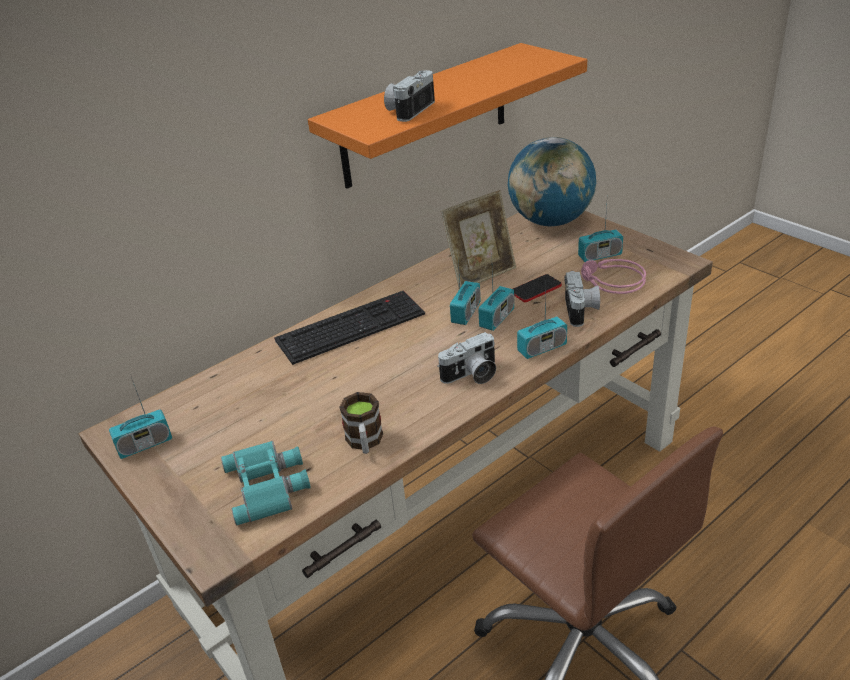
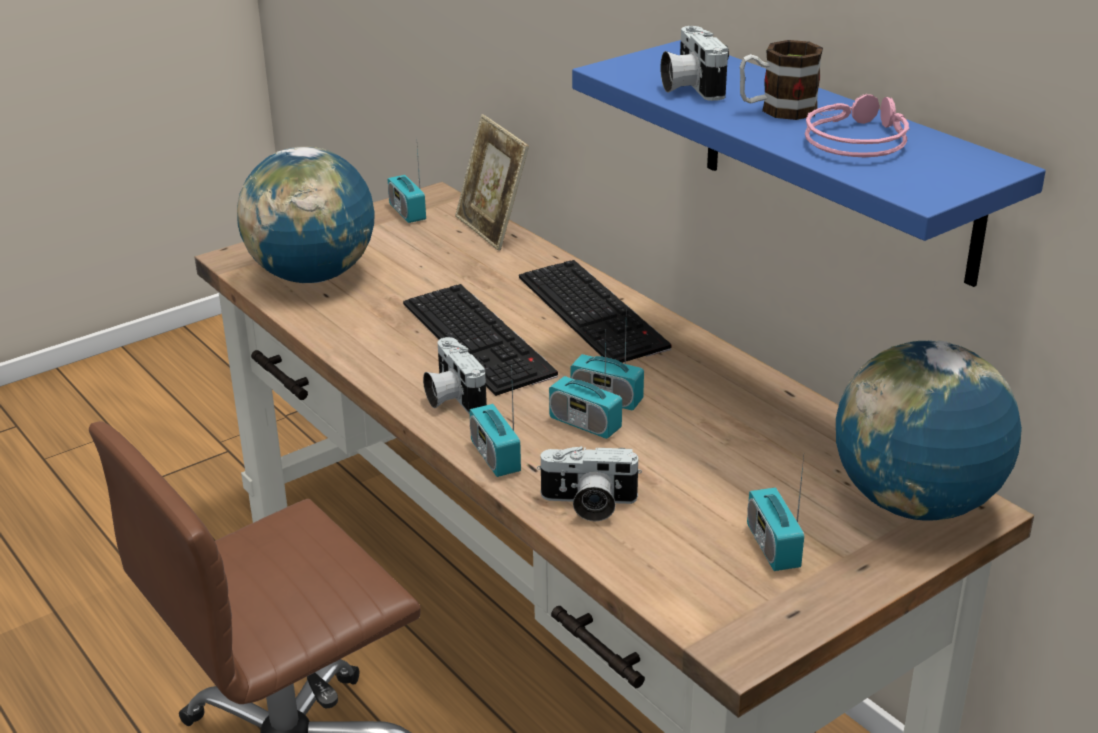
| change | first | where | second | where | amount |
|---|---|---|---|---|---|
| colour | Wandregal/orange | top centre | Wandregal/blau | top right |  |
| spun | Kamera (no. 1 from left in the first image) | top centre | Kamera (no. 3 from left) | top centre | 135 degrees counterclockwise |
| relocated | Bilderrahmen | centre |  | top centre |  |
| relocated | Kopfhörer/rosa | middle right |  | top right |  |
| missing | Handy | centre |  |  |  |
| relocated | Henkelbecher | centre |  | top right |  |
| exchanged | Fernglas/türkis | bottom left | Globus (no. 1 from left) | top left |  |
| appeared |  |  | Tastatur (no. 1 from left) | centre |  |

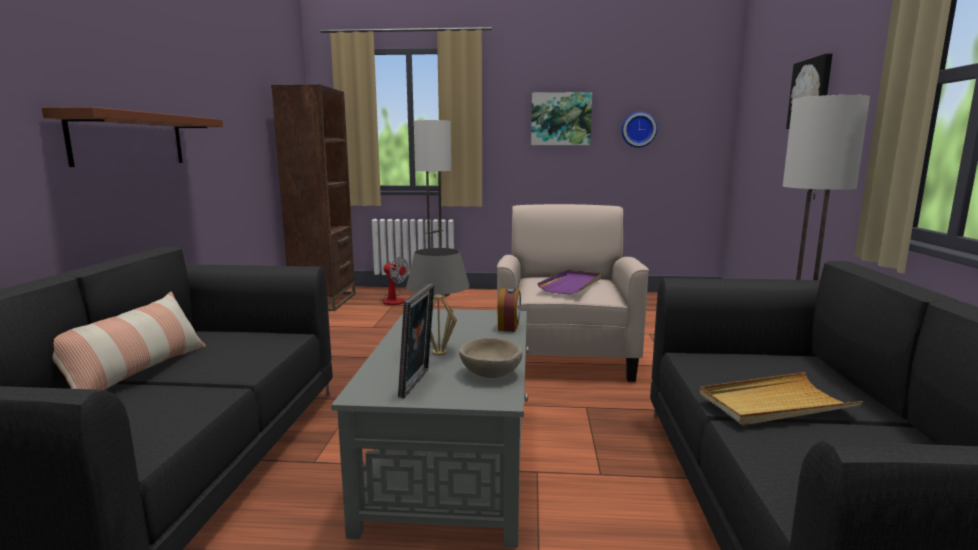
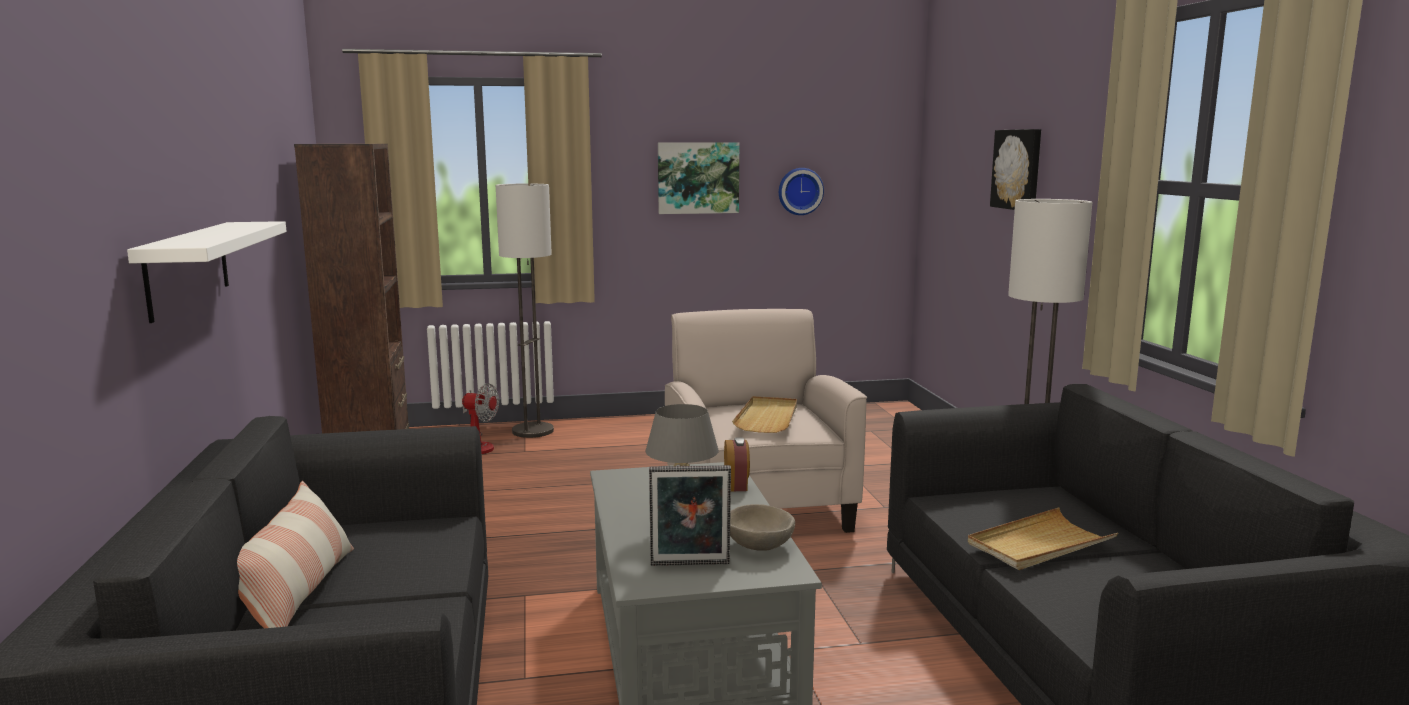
| change | first | where | second | where | amount |
|---|---|---|---|---|---|
| colour | Wandregal/braun | top left | Wandregal/weiß | middle left |  |
| colour | Tablett/lila | centre | Tablett/beige (no. 1 from left) | centre |  |
| spun | Bilderrahmen | centre |  | bottom centre | 90 degrees clockwise |

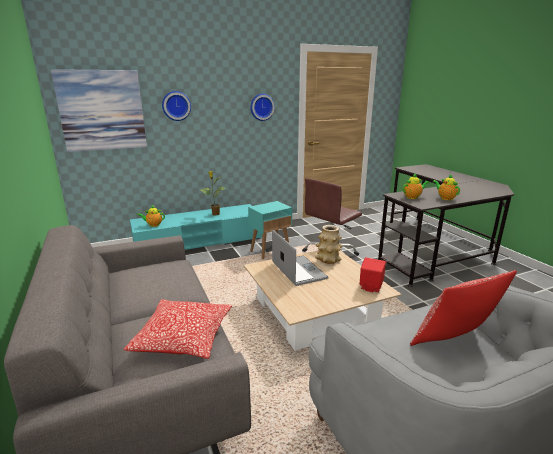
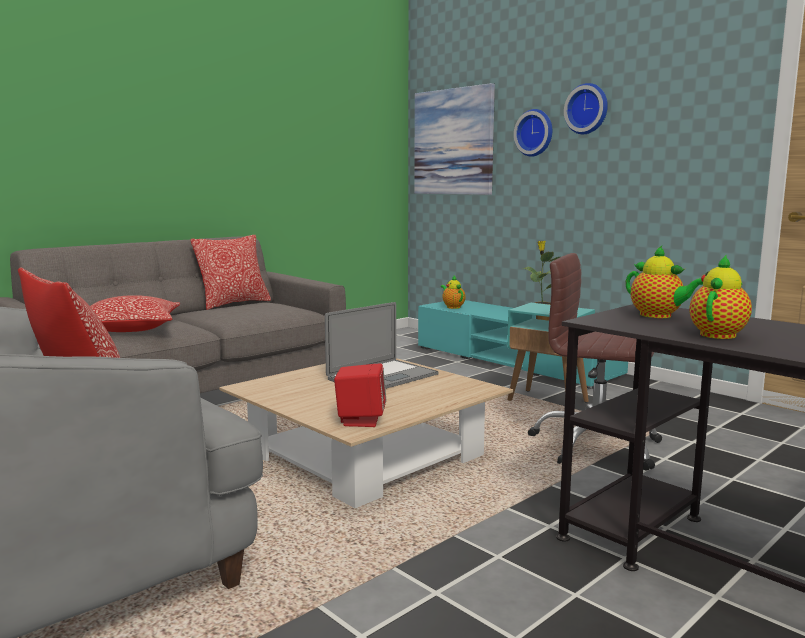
| change | first | where | second | where | amount |
|---|---|---|---|---|---|
| relocated | Wanduhr (no. 2 from left) | top centre |  | top right |  |
| missing | Vase | centre |  |  |  |
| appeared |  |  | Kissen (no. 3 from left) | middle left |  |

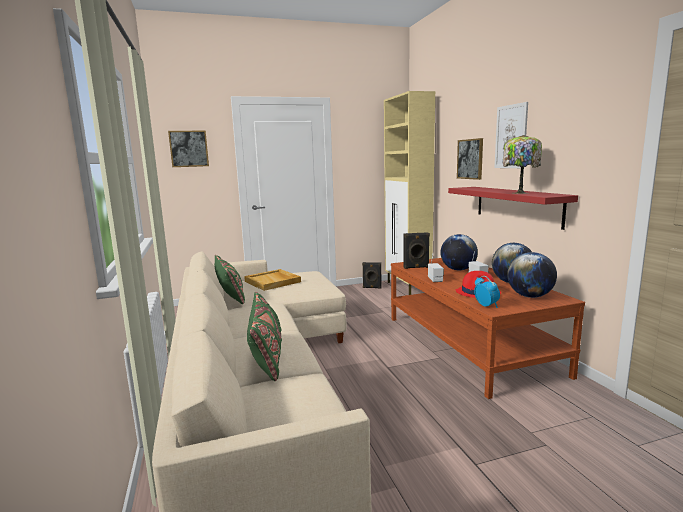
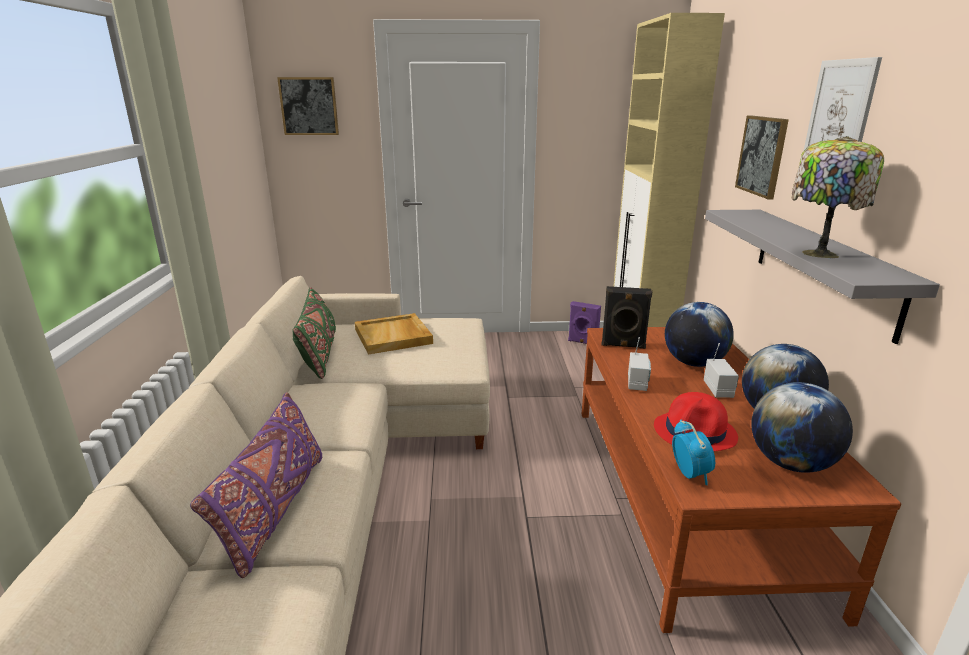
| change | first | where | second | where | amount |
|---|---|---|---|---|---|
| colour | Wandregal/rot | middle right | Wandregal/grau | middle right |  |
| colour | Lautsprecher/schwarz (no. 1 from left) | centre | Lautsprecher/lila | centre |  |
| colour | Kissen/grün (no. 2 from left) | centre | Kissen/lila | bottom left |  |

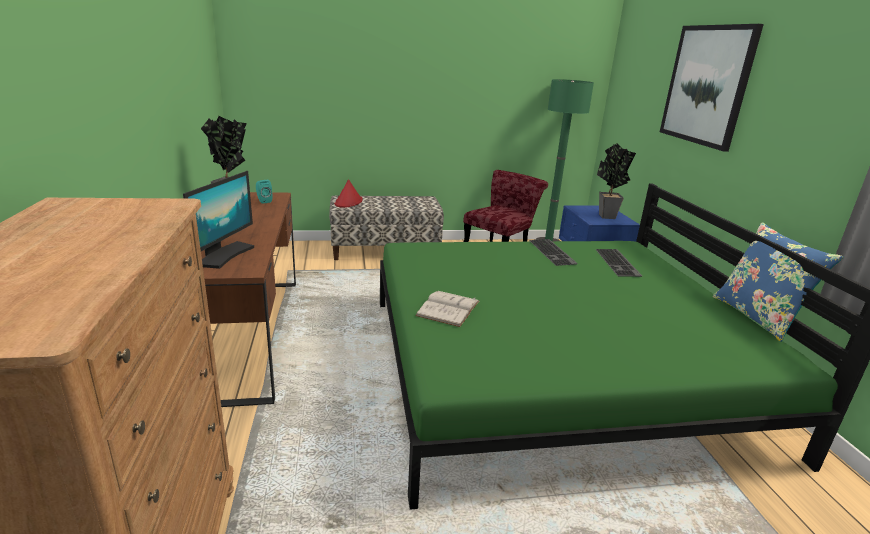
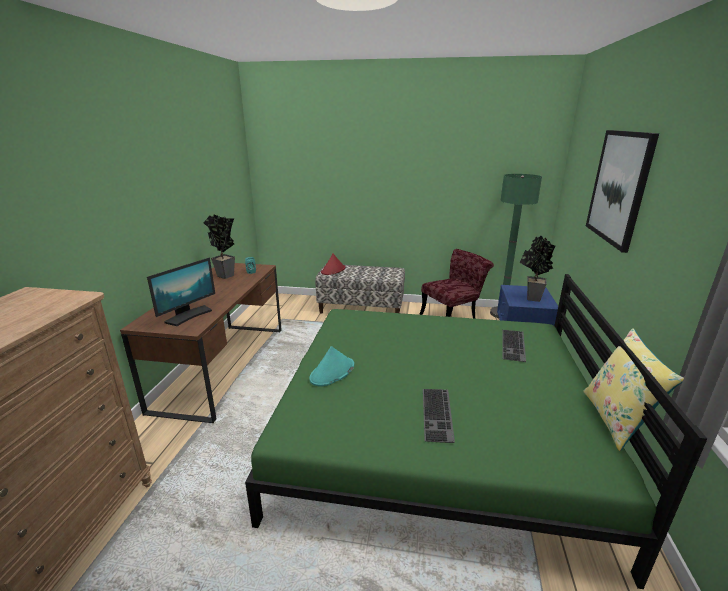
| change | first | where | second | where | amount |
|---|---|---|---|---|---|
| colour | Kissen/blau | middle right | Kissen/gelb | middle right |  |
| relocated | Tastatur (no. 1 from left) | centre |  | bottom centre |  |
| exchanged | Buch/weiß | centre | Hut/türkis | centre |  |

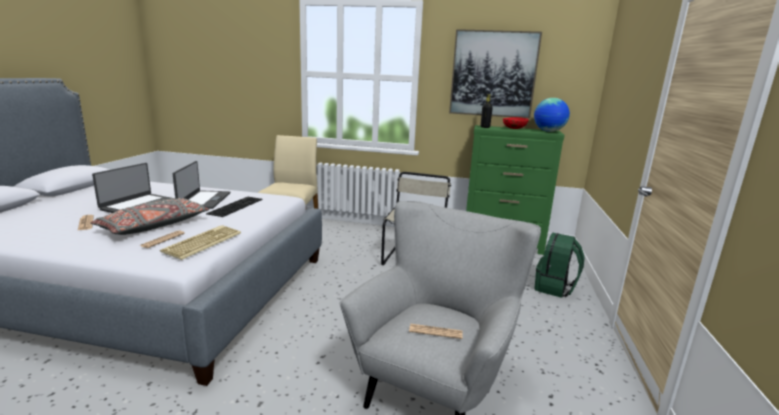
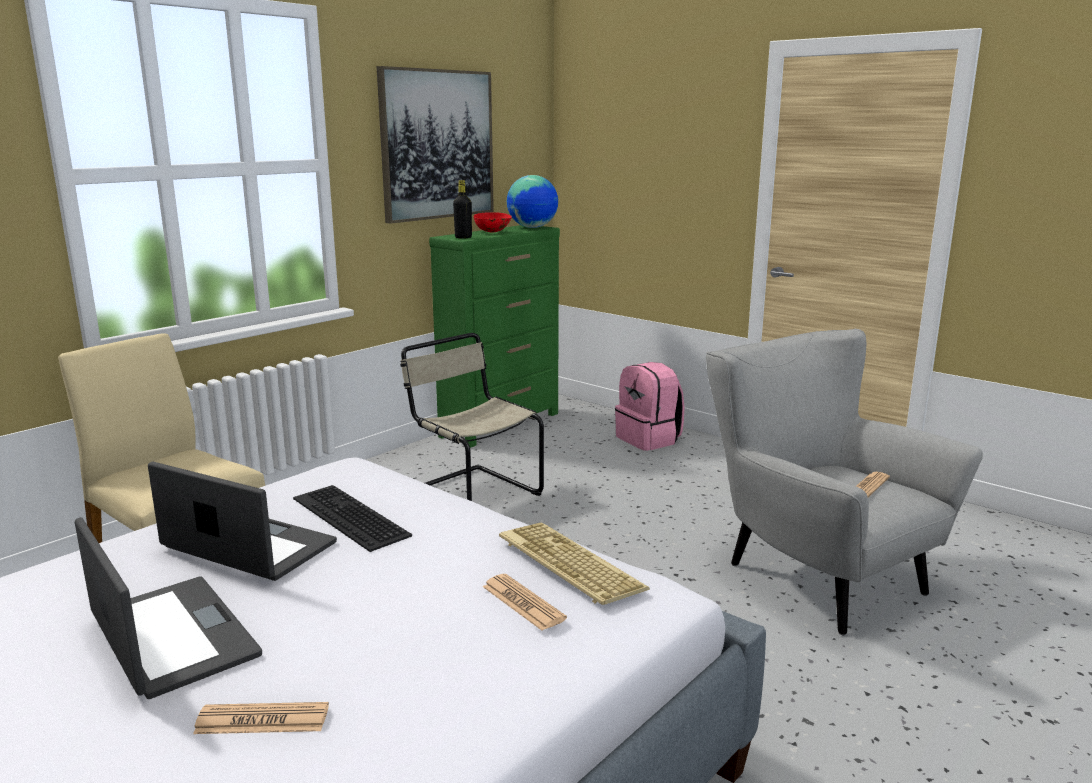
| change | first | where | second | where | amount |
|---|---|---|---|---|---|
| missing | Kissen/grau | middle left |  |  |  |
| colour | Rucksack/grün | middle right | Rucksack/rosa | centre |  |

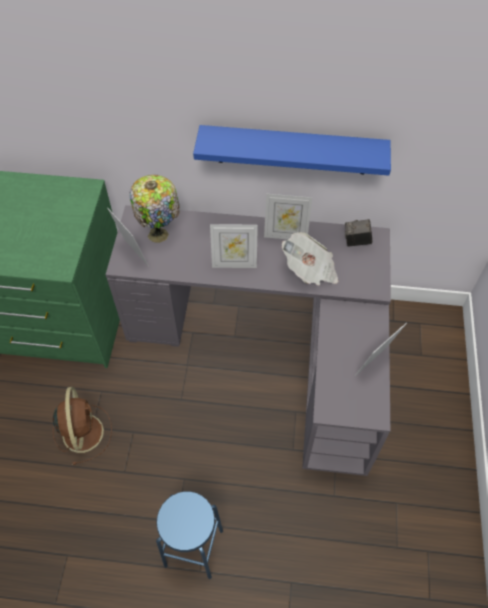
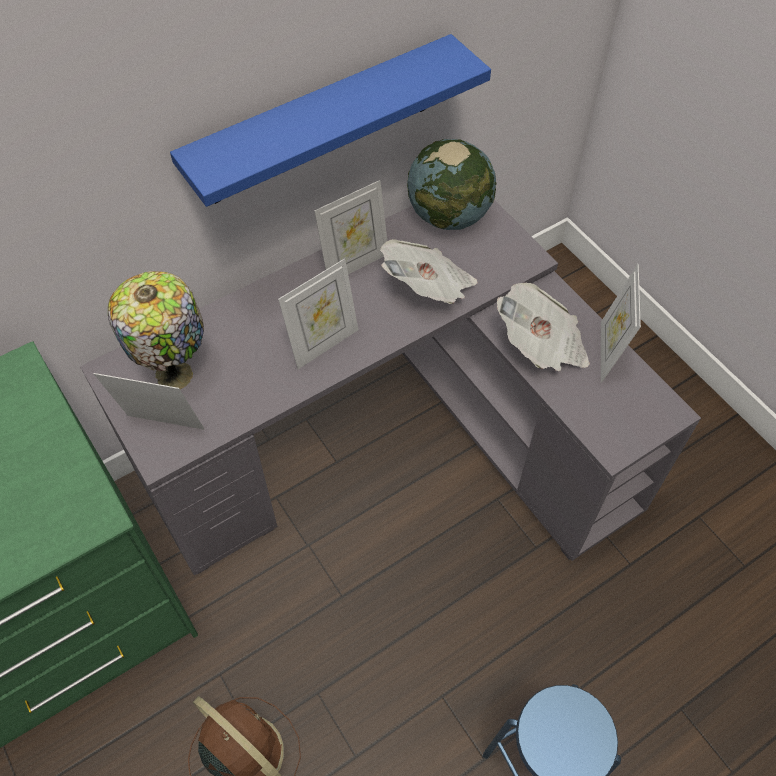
| change | first | where | second | where | amount |
|---|---|---|---|---|---|
| exchanged | Kamera | middle right | Globus | top centre |  |
| appeared |  |  | Zeitung (no. 2 from left) | middle right |  |

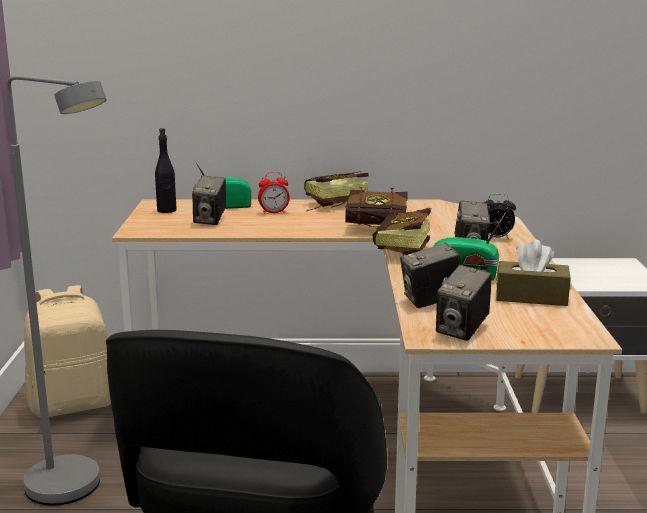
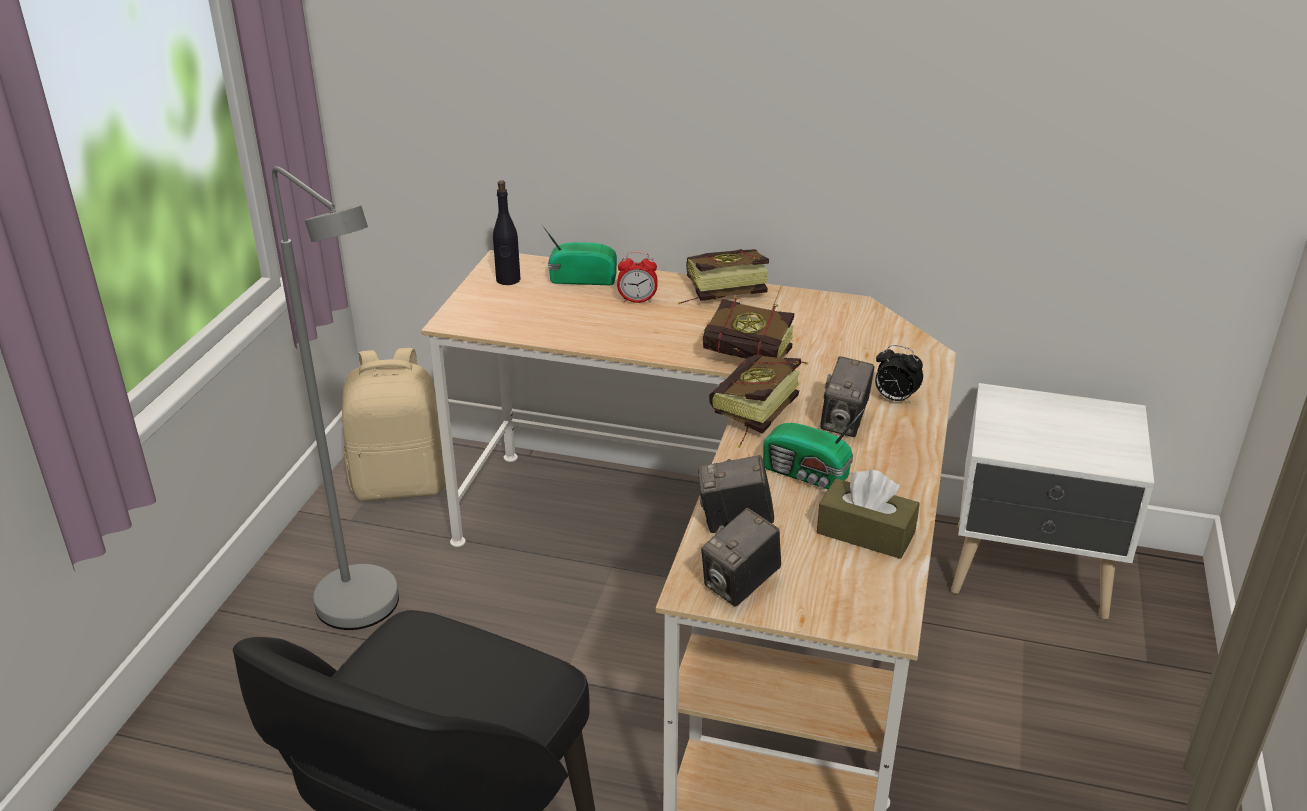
| change | first | where | second | where | amount |
|---|---|---|---|---|---|
| missing | Kamera (no. 1 from left) | middle left |  |  |  |

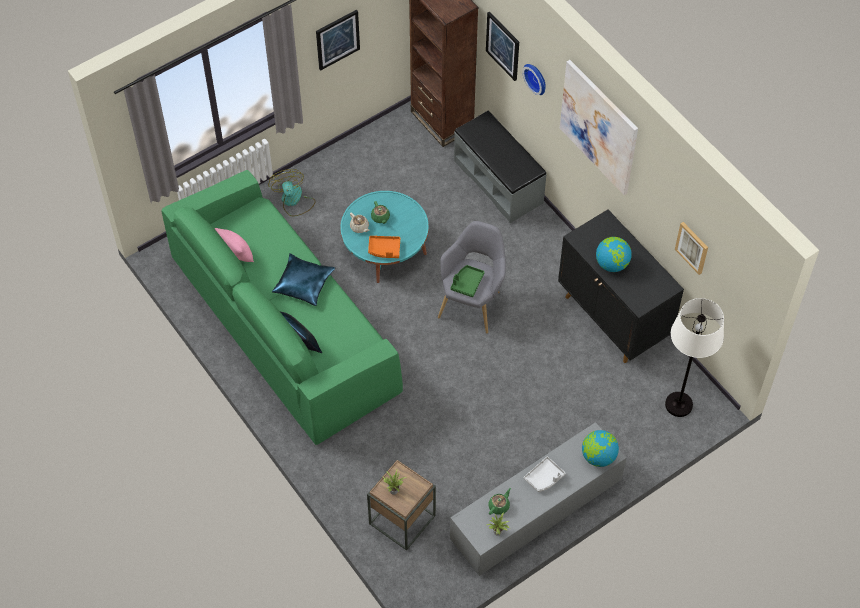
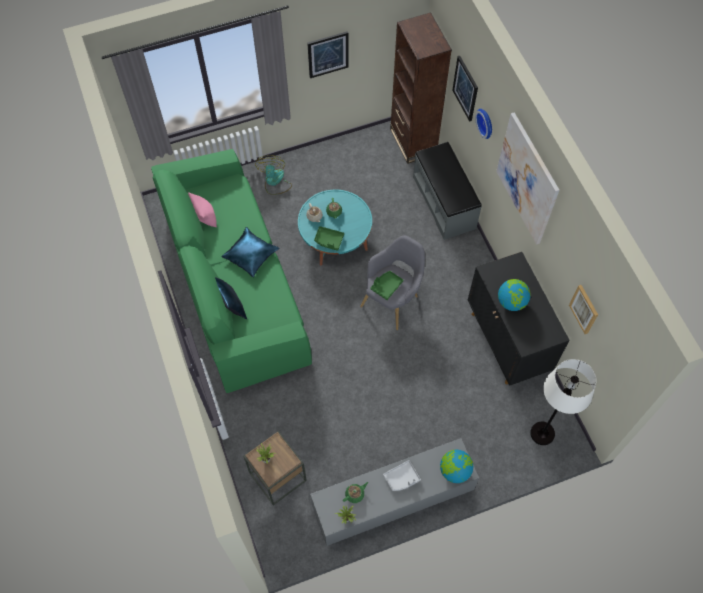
| change | first | where | second | where | amount |
|---|---|---|---|---|---|
| colour | Tablett/orange | centre | Tablett/grün (no. 1 from left) | centre |  |

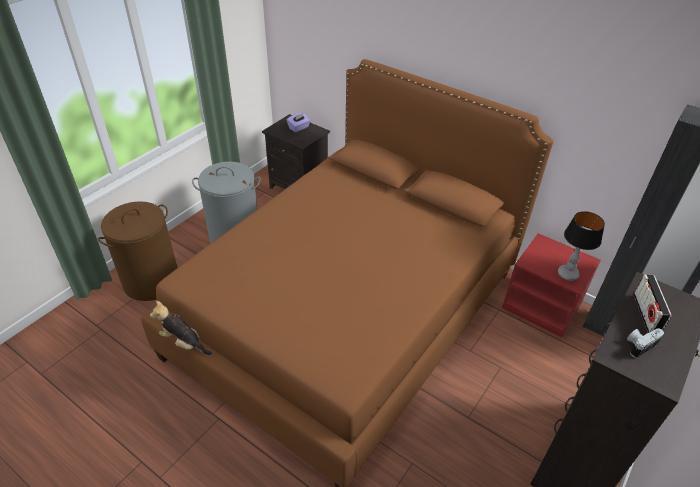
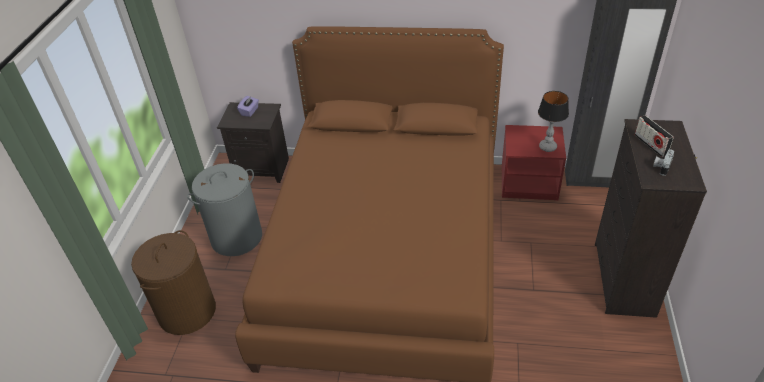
| change | first | where | second | where | amount |
|---|---|---|---|---|---|
| missing | Plüschtier | bottom left |  |  |  |

